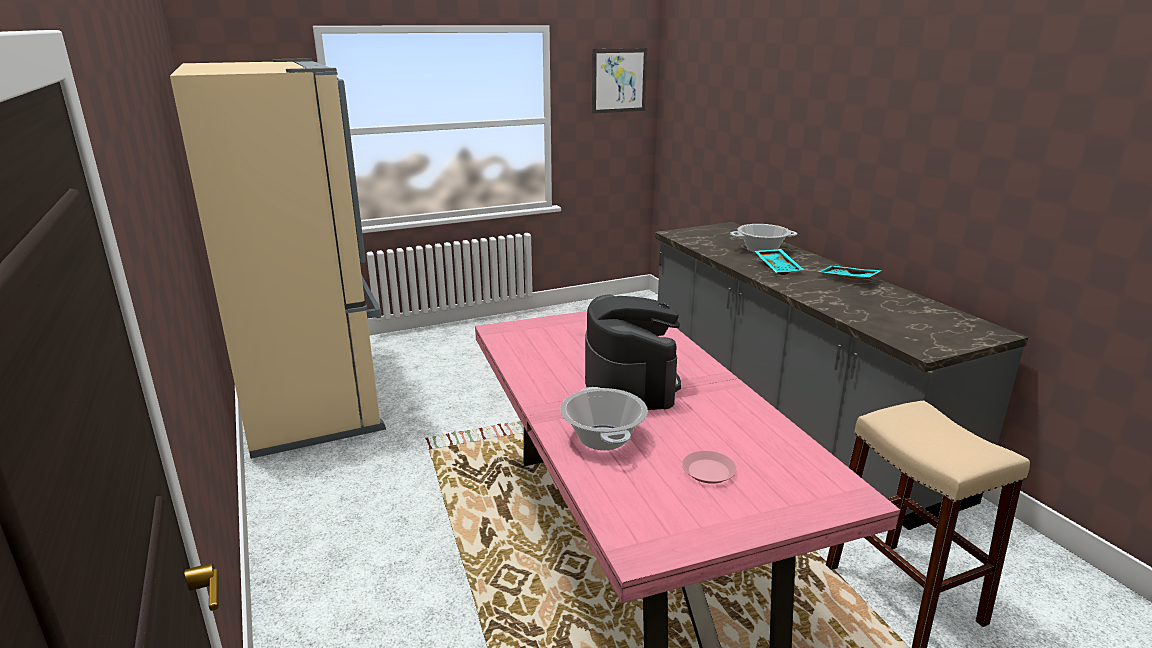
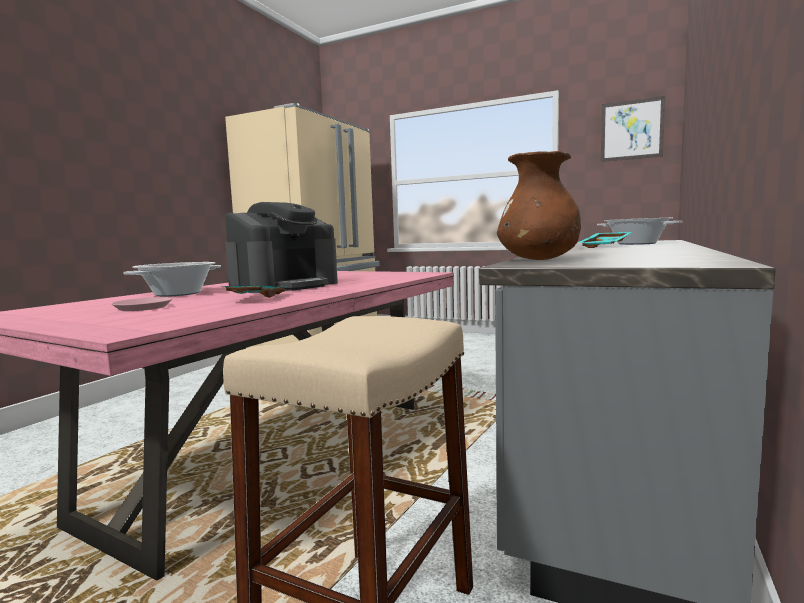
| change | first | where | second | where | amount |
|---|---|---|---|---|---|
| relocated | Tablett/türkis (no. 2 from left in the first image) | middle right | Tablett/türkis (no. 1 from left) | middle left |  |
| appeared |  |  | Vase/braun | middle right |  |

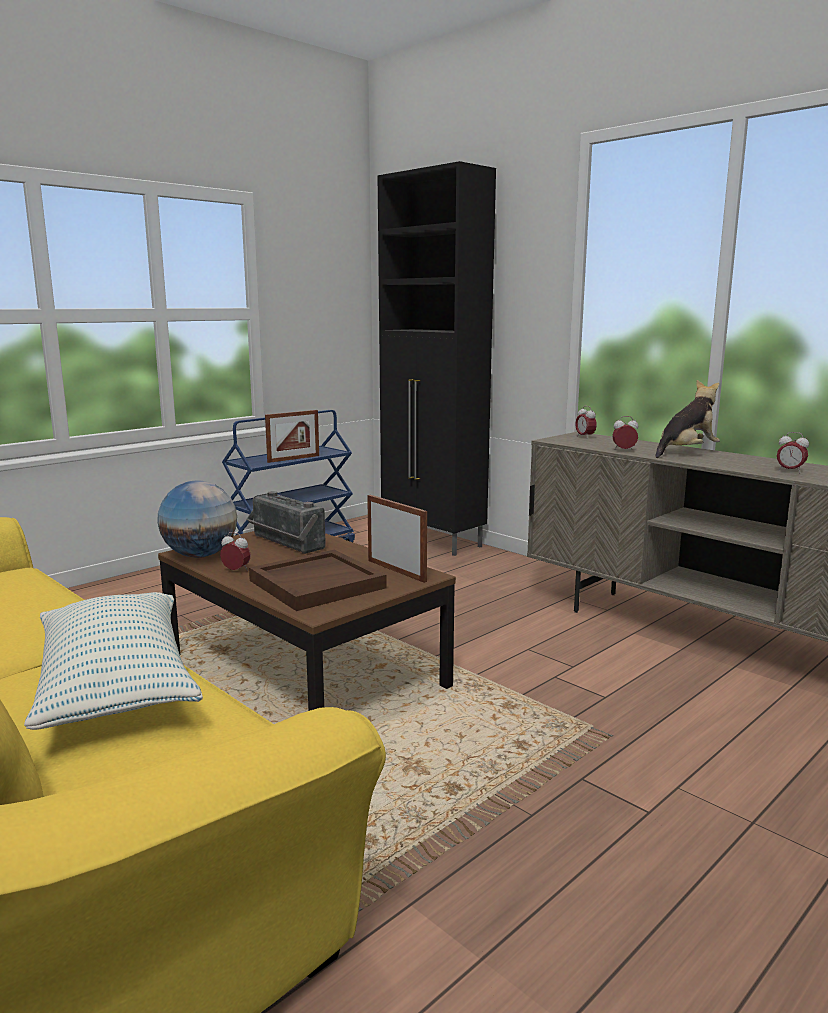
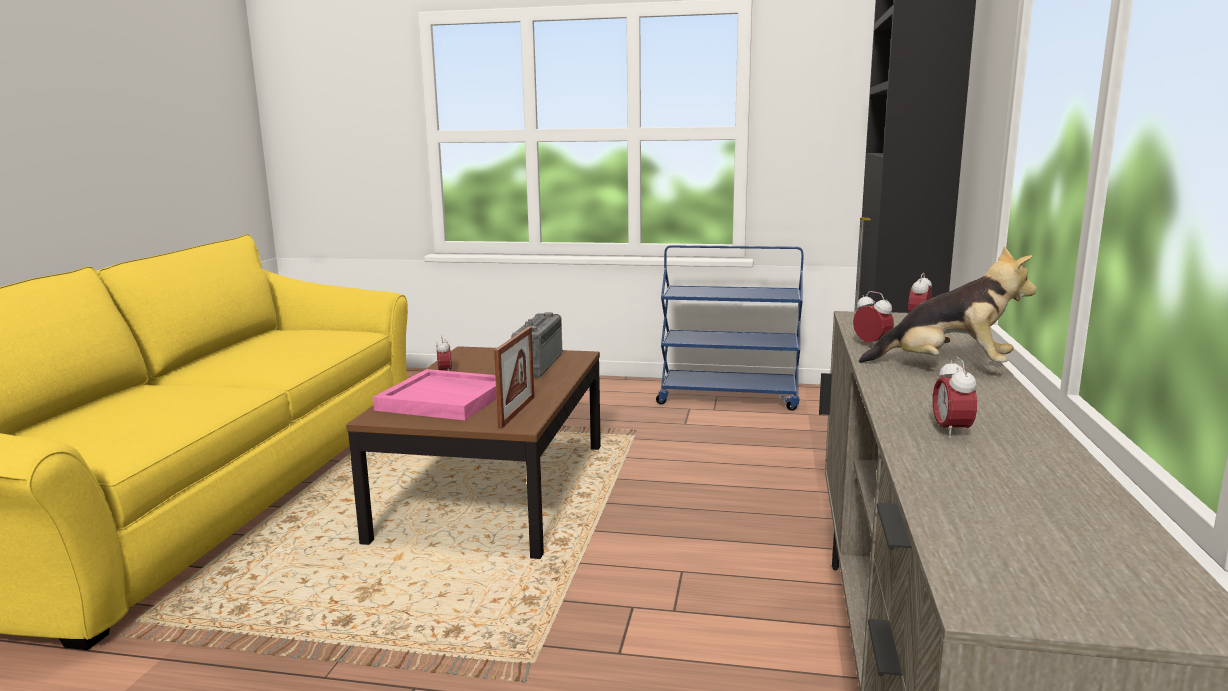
| change | first | where | second | where | amount |
|---|---|---|---|---|---|
| missing | Bilderrahmen (no. 1 from left) | centre |  |  |  |
| missing | Globus | middle left |  |  |  |
| colour | Tablett/braun | centre | Tablett/rosa | centre |  |
| missing | Kissen | middle left |  |  |  |

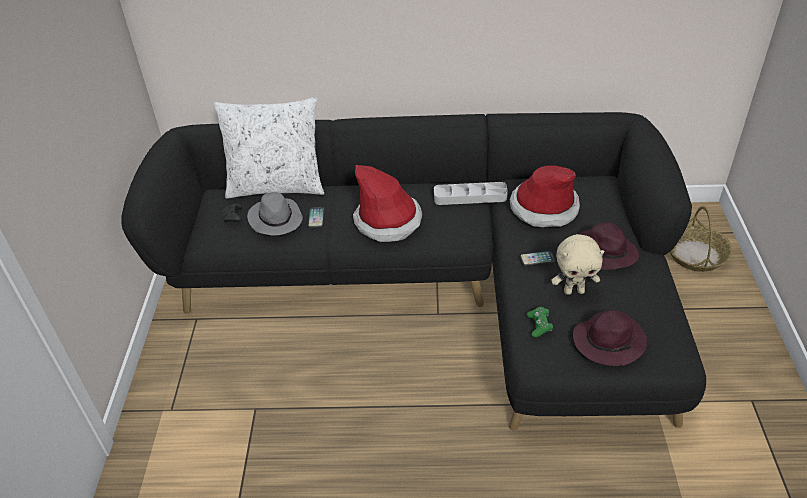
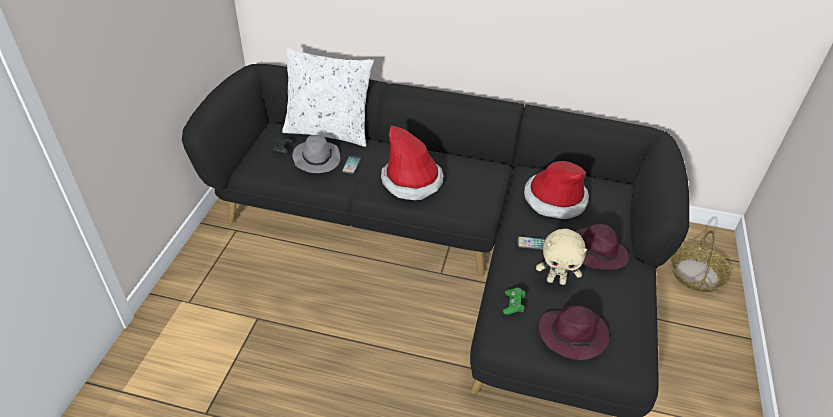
| change | first | where | second | where | amount |
|---|---|---|---|---|---|
| missing | Tablett/grau | centre |  |  |  |

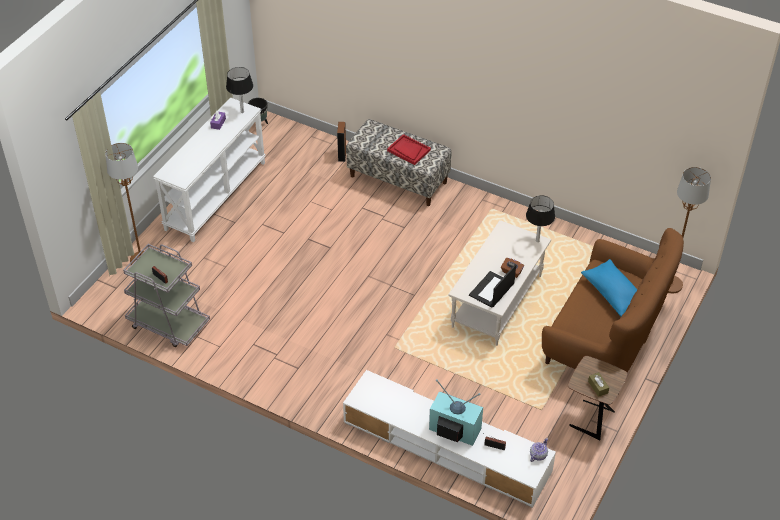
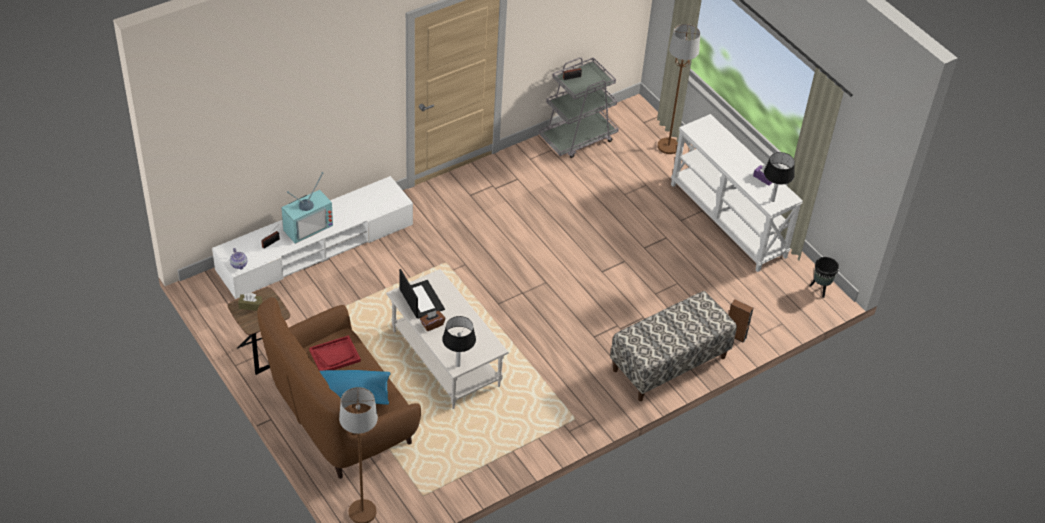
| change | first | where | second | where | amount |
|---|---|---|---|---|---|
| relocated | Tablett/rot | top centre |  | bottom left |  |

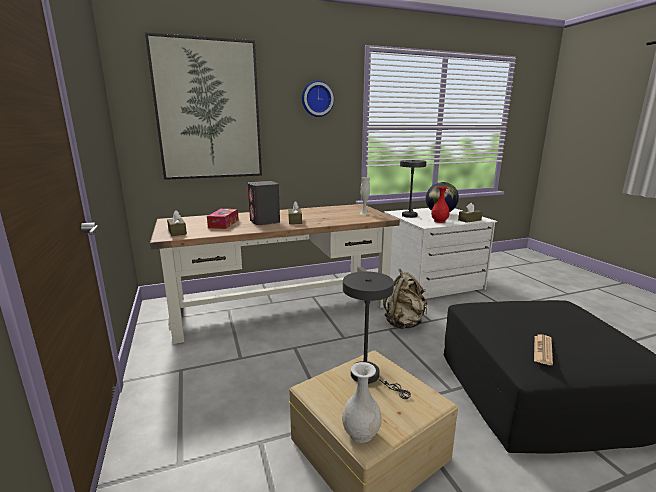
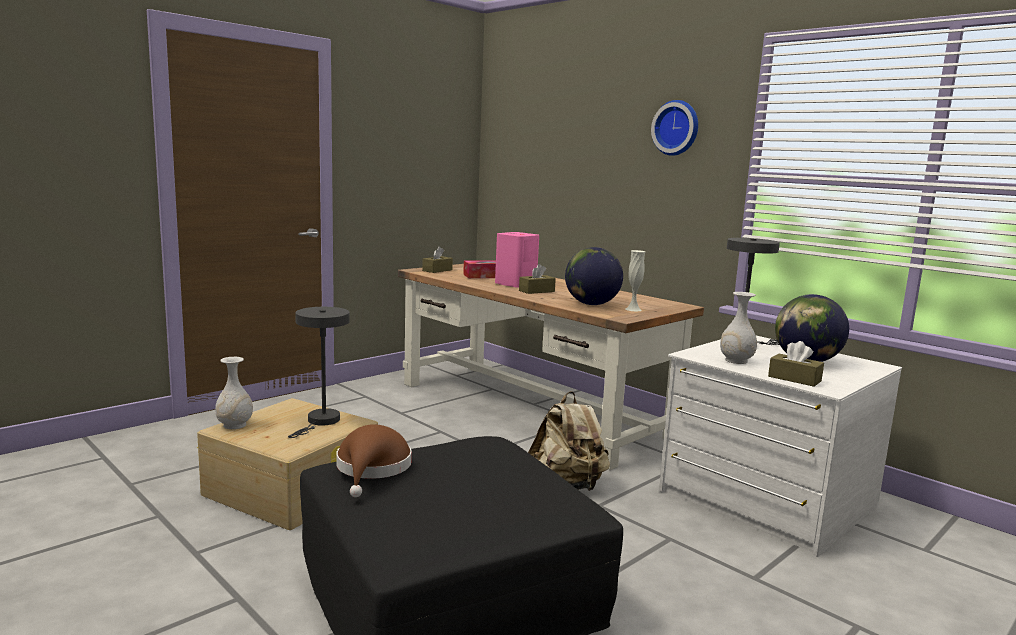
| change | first | where | second | where | amount |
|---|---|---|---|---|---|
| missing | Bild | top left |  |  |  |
| colour | Lautsprecher/grau | centre | Lautsprecher/rosa | centre |  |
| colour | Vase/rot | middle right | Vase/weiß (no. 3 from left) | middle right |  |
| exchanged | Zeitung | bottom right | Hut/braun | bottom centre |  |
| appeared |  |  | Globus (no. 1 from left) | centre |  |

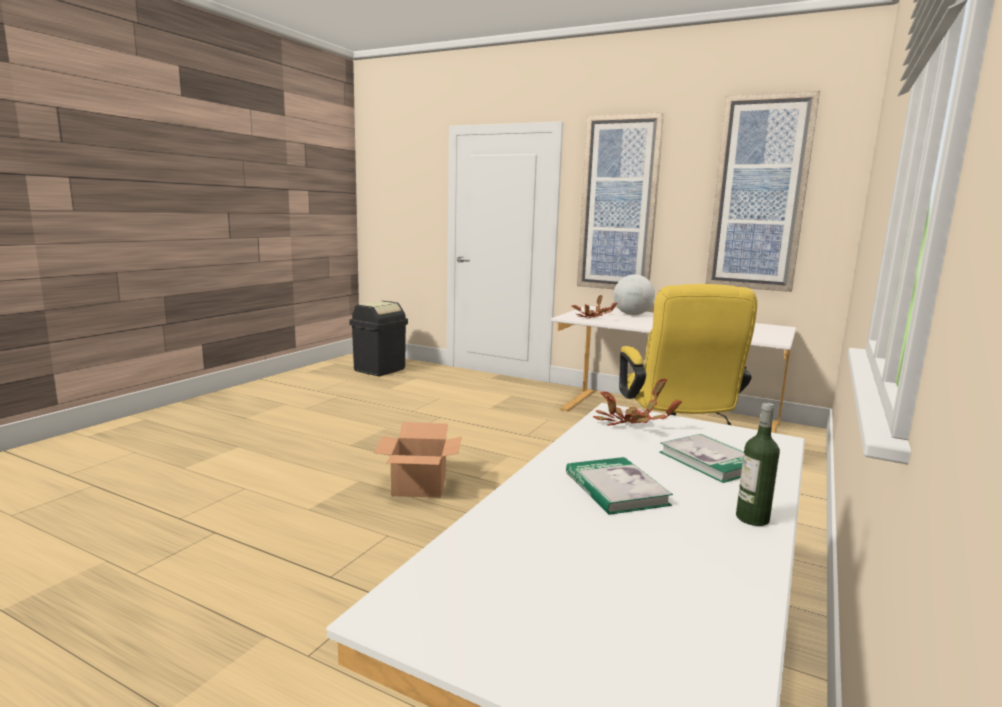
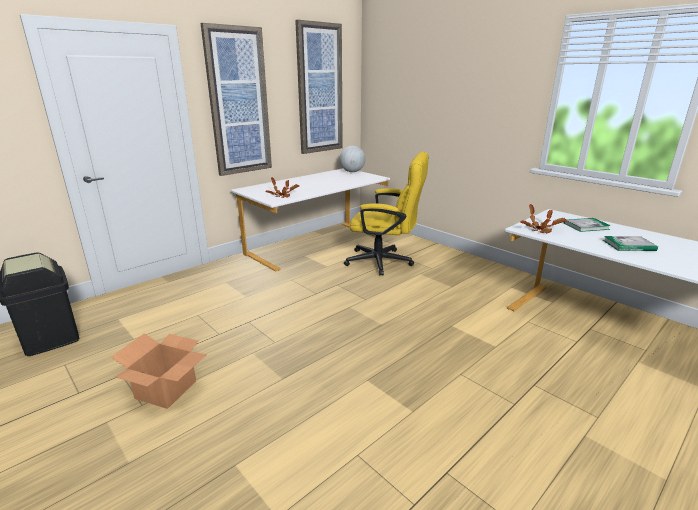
| change | first | where | second | where | amount |
|---|---|---|---|---|---|
| relocated | Globus | centre |  | top centre |  |
| missing | Flasche | middle right |  |  |  |
| relocated | Karton | centre |  | bottom left |  |

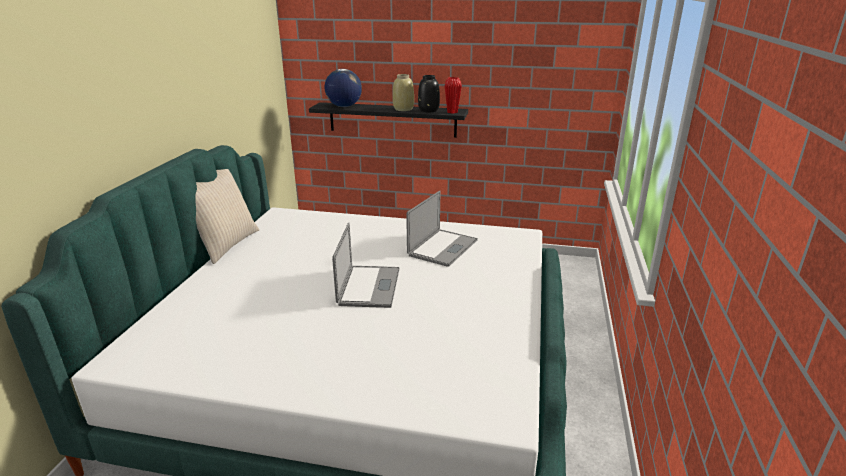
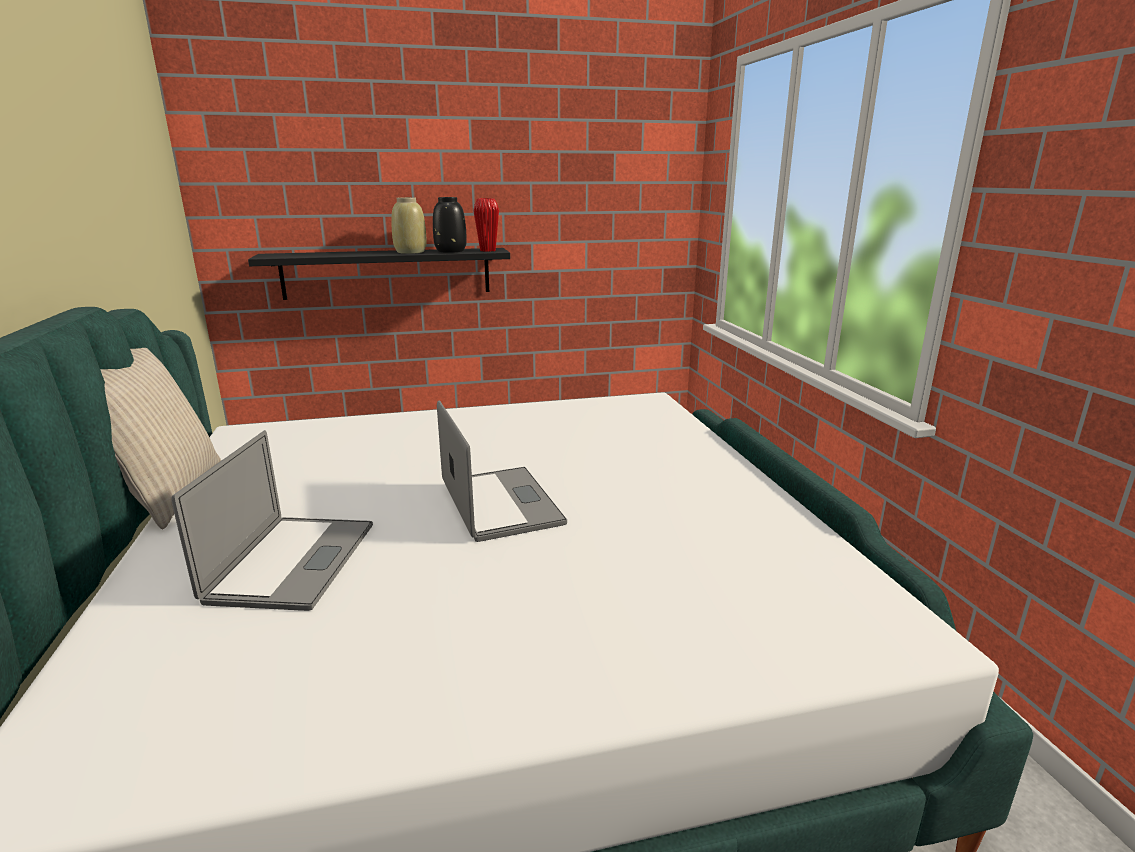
| change | first | where | second | where | amount |
|---|---|---|---|---|---|
| missing | Globus | top centre |  |  |  |
| relocated | Laptop (no. 2 from left in the first image) | centre | Laptop (no. 1 from left) | middle left |  |

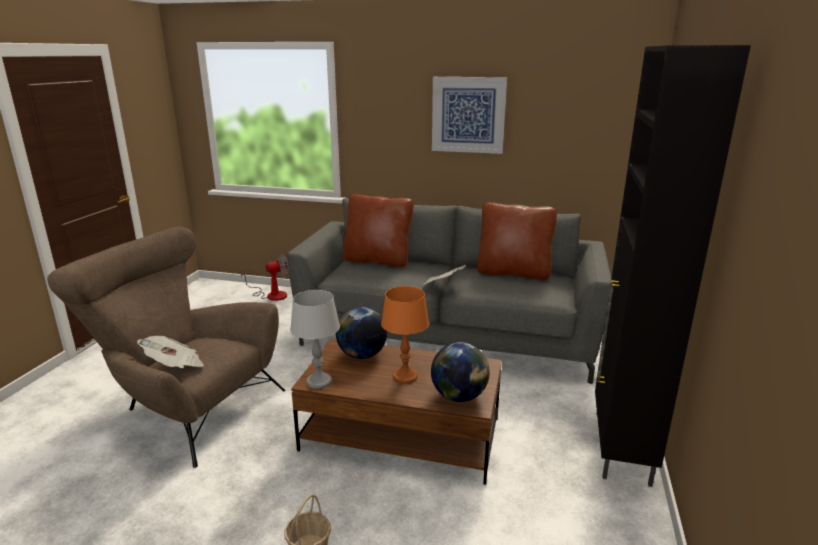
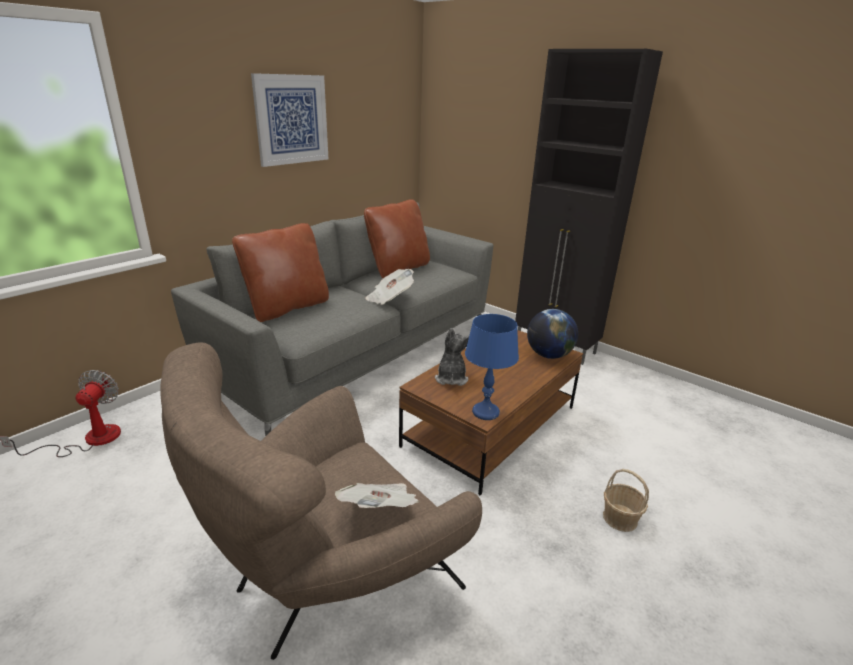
| change | first | where | second | where | amount |
|---|---|---|---|---|---|
| missing | Tischlampe/orange | centre |  |  |  |
| colour | Tischlampe/grau | centre | Tischlampe/blau | centre |  |
| exchanged | Globus (no. 1 from left) | centre | Plüschtier | centre |  |

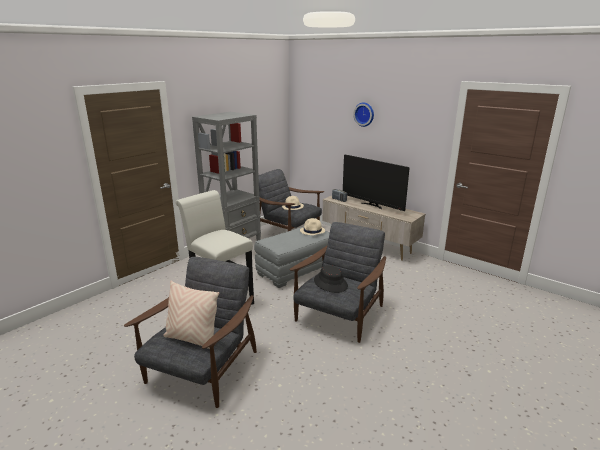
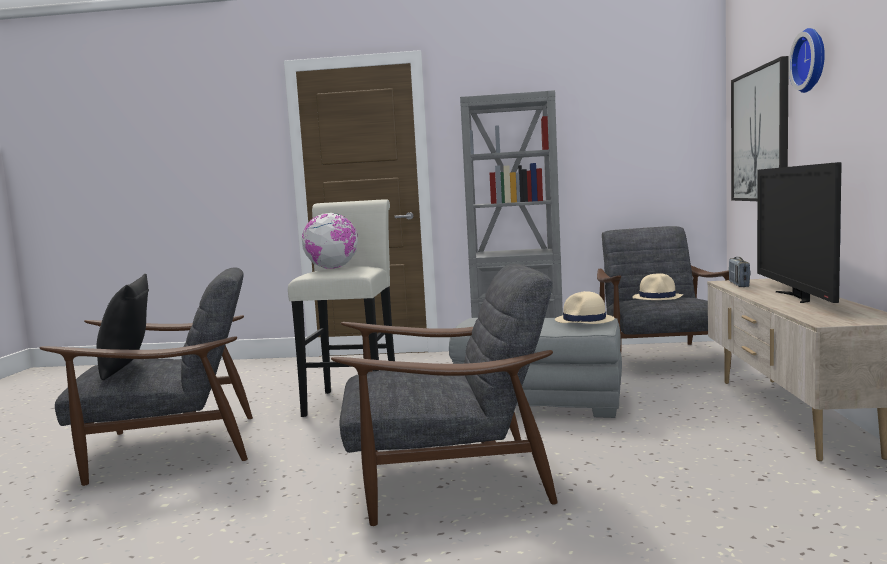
| change | first | where | second | where | amount |
|---|---|---|---|---|---|
| missing | Hut/schwarz | centre |  |  |  |
| colour | Kissen/beige | bottom left | Kissen/schwarz | middle left |  |
| appeared |  |  | Bild | top right |  |
| appeared |  |  | Globus | centre |  |

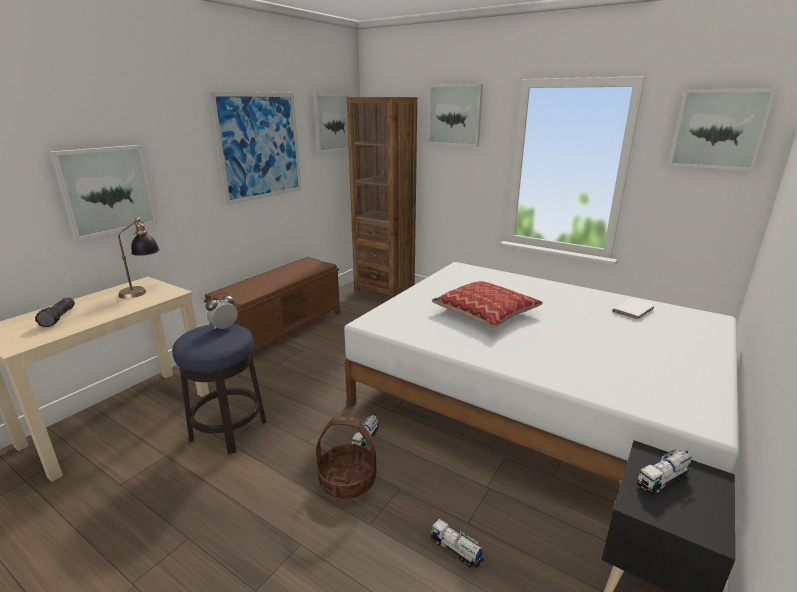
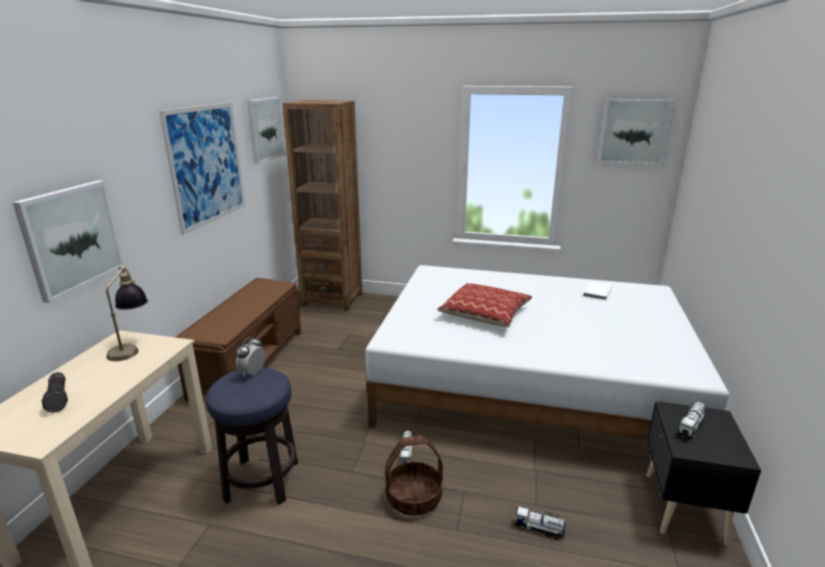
| change | first | where | second | where | amount |
|---|---|---|---|---|---|
| missing | Bild (no. 4 from left) | top centre |  |  |  |

